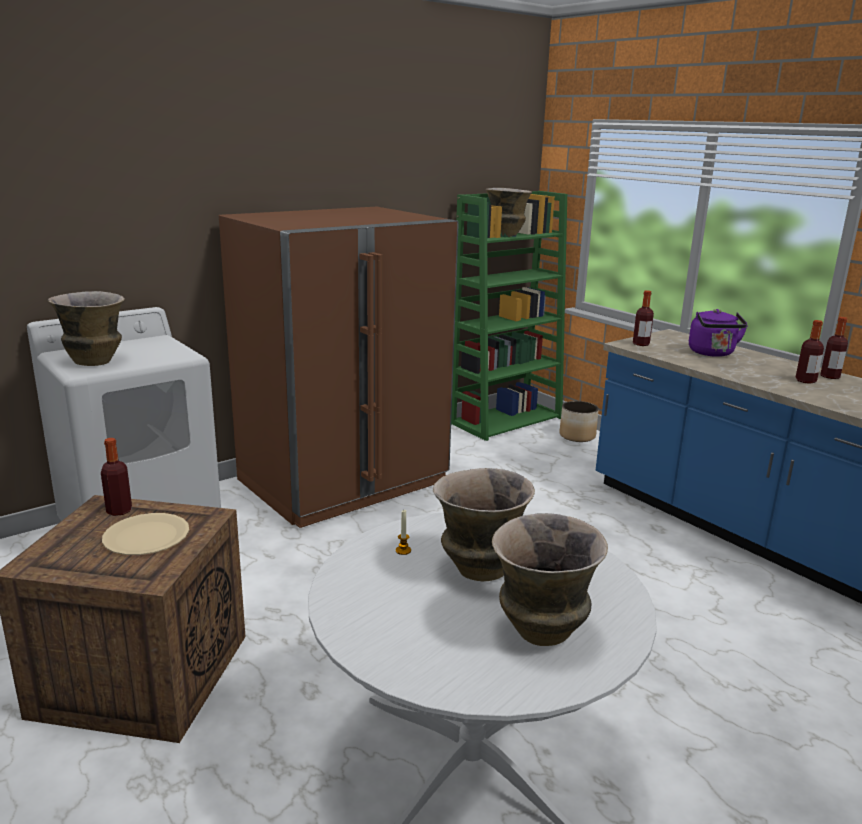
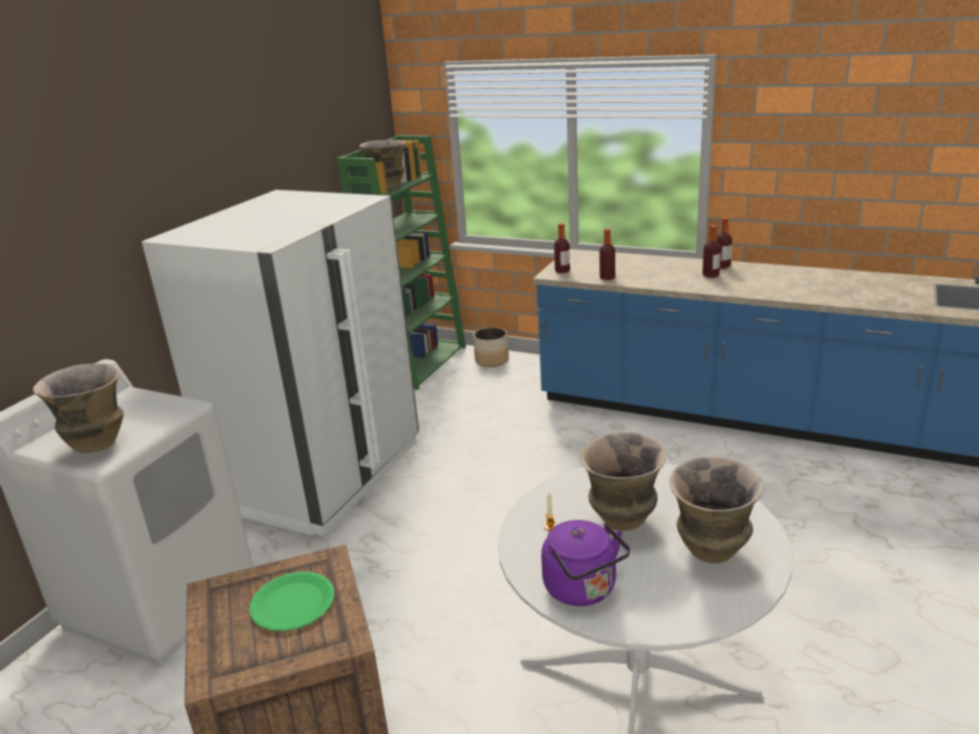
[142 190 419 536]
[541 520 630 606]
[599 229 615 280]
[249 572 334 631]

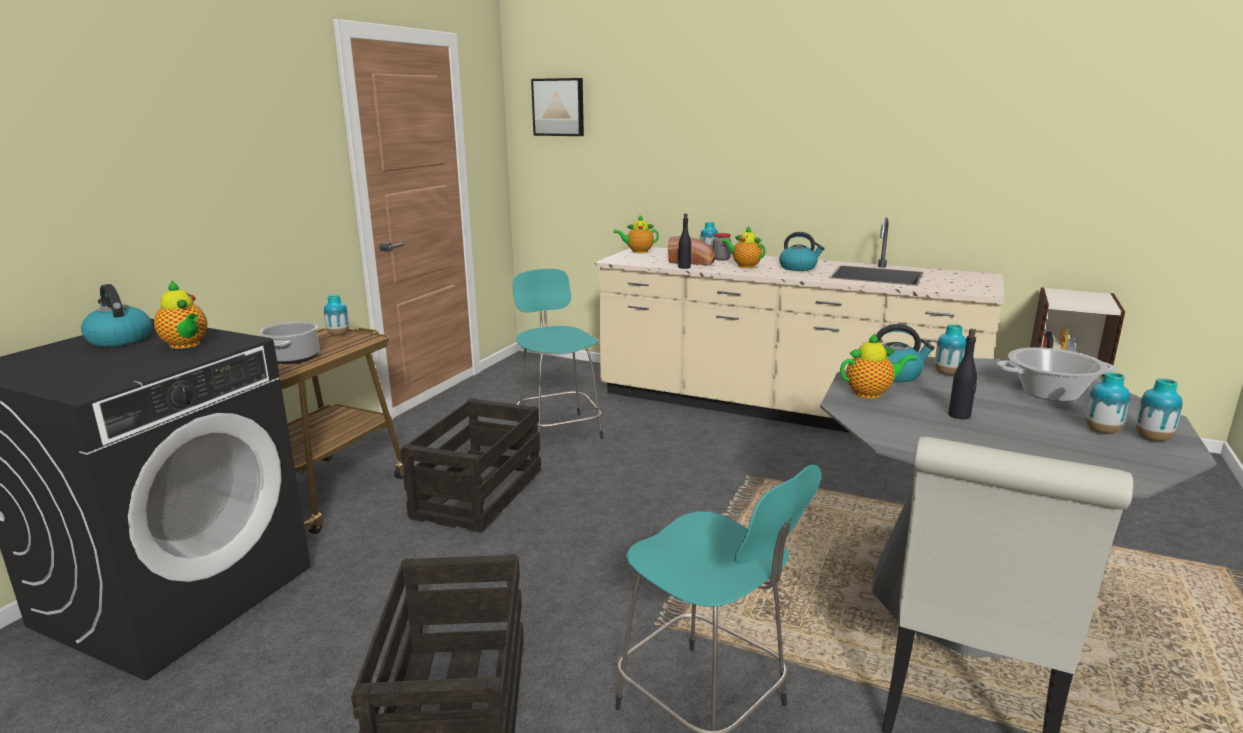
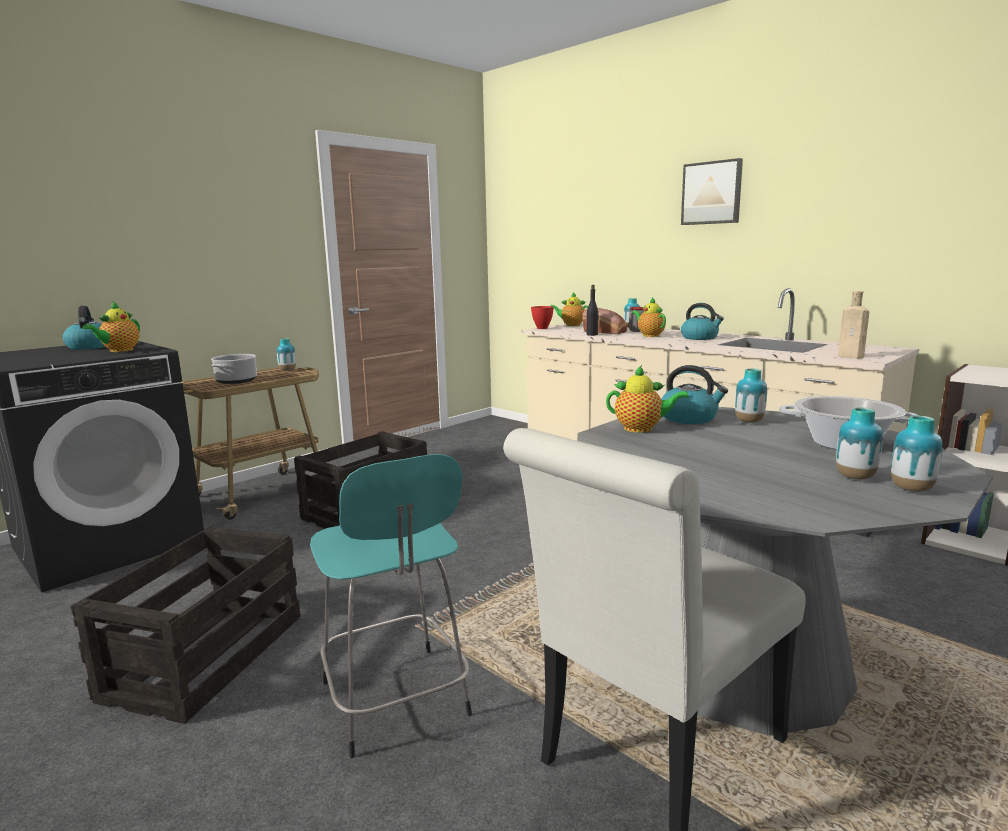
[681 158 743 225]
[512 269 603 451] (first image)
[82 301 140 352]
[948 329 977 419] (first image)
[838 291 869 358]
[531 306 554 329]

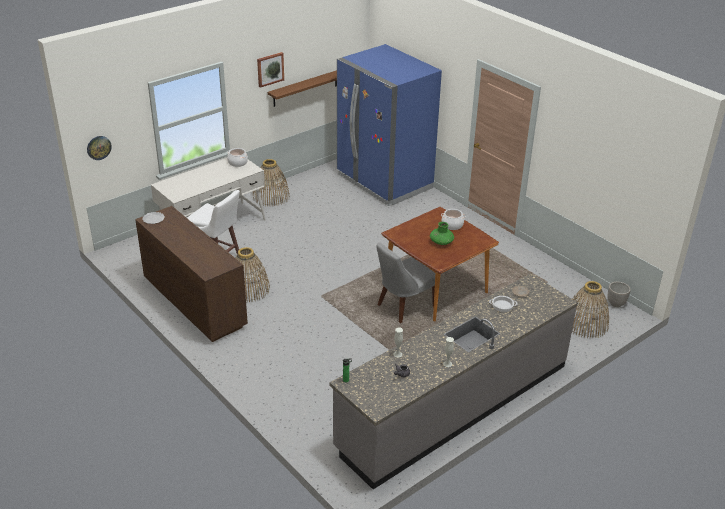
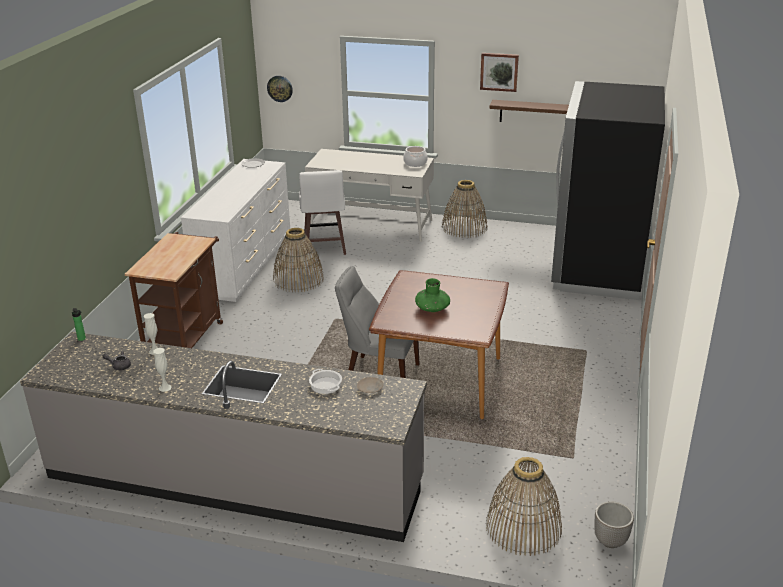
[551 81 665 300]
[181 159 290 302]
[441 209 466 230] (first image)
[125 232 223 348]

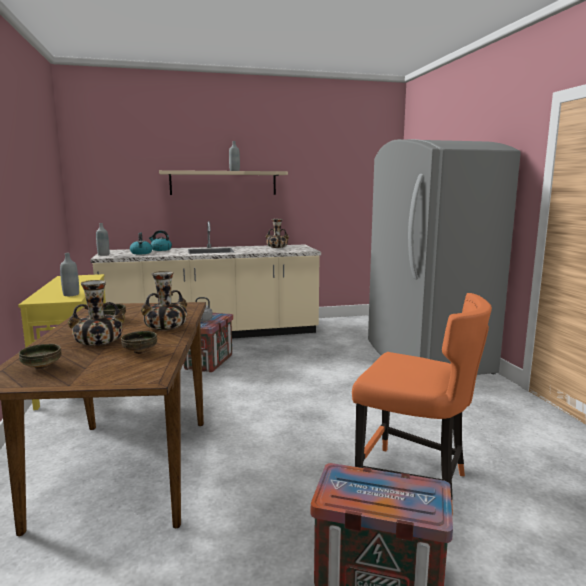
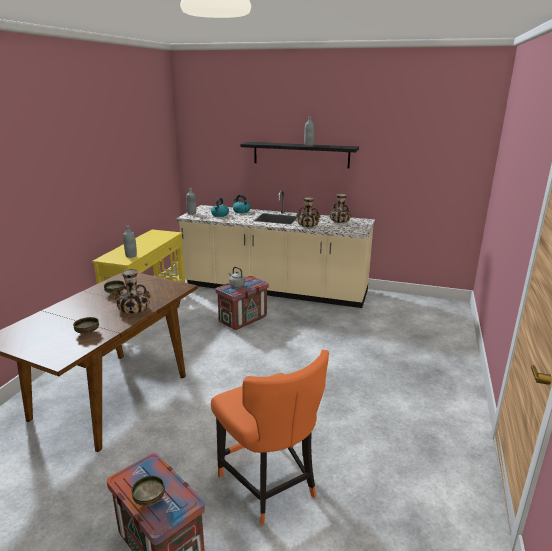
[368 139 521 375] (first image)
[241 142 359 168]
[296 197 321 227]
[132 475 165 506]

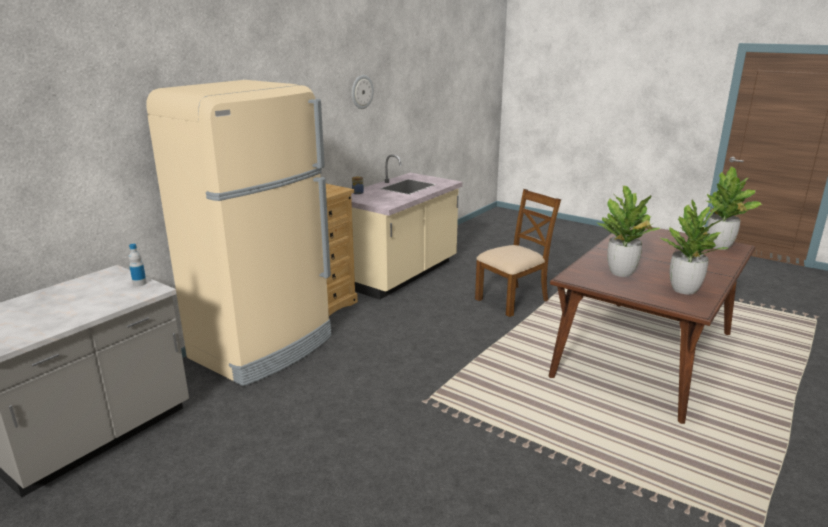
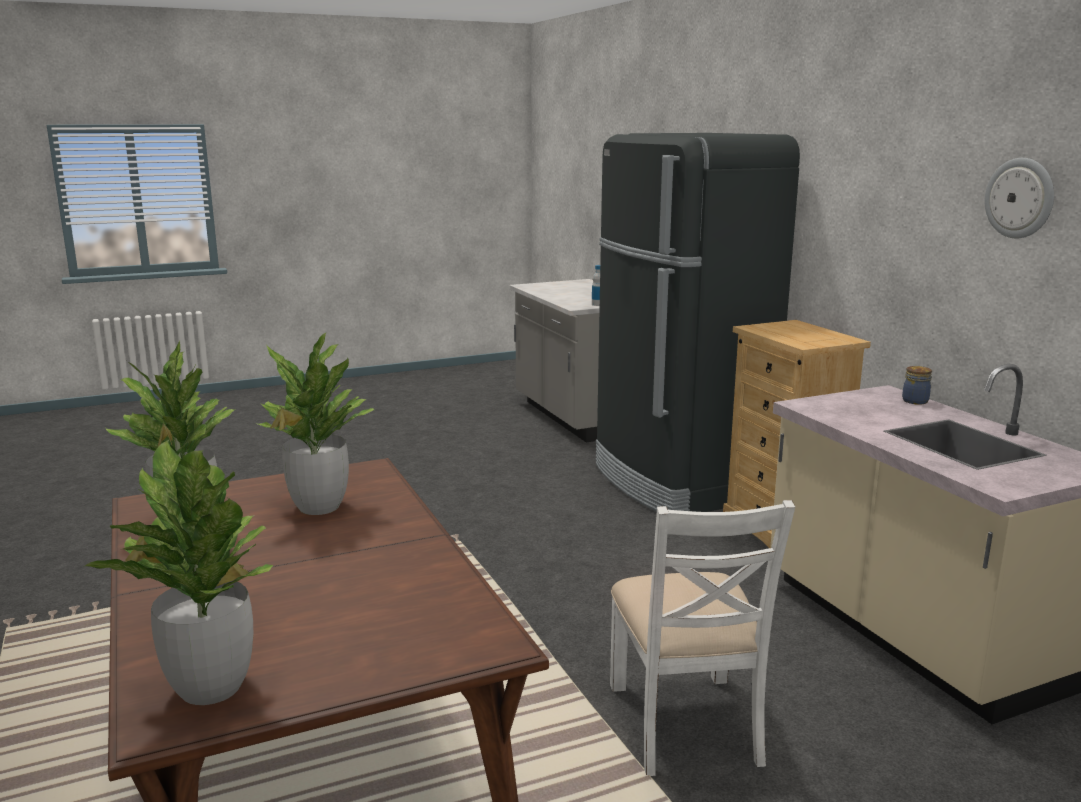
[596 133 800 512]
[610 500 795 776]

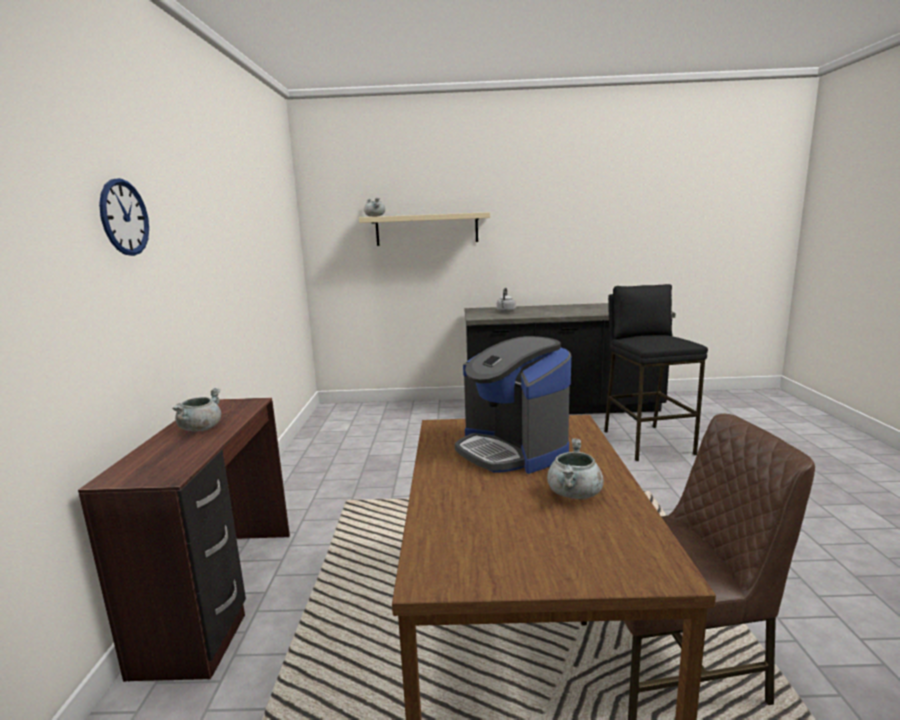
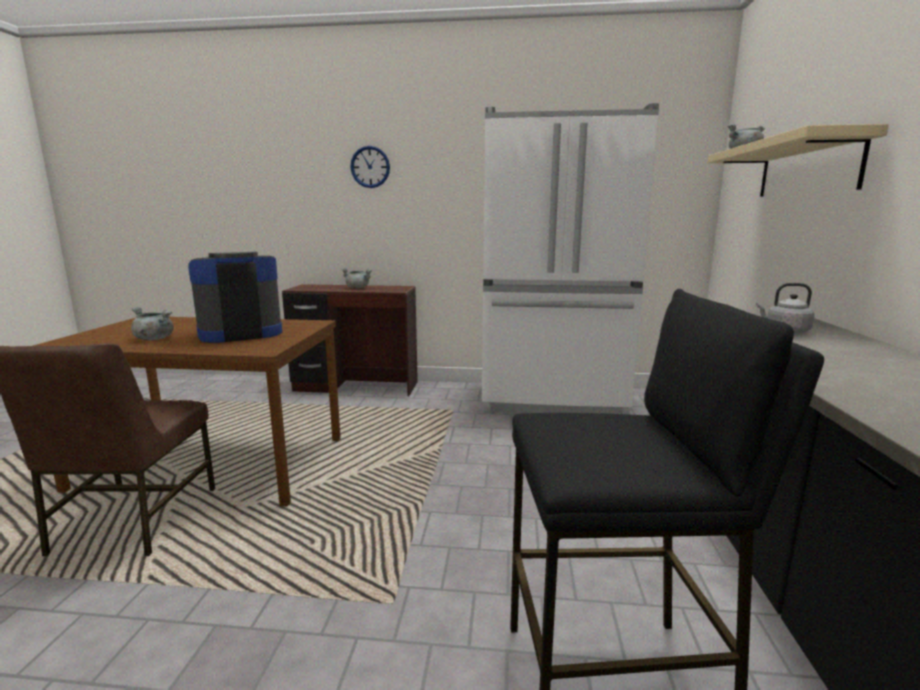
[482 103 659 415]

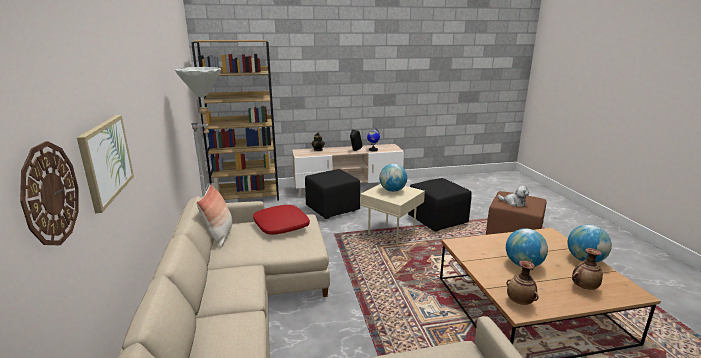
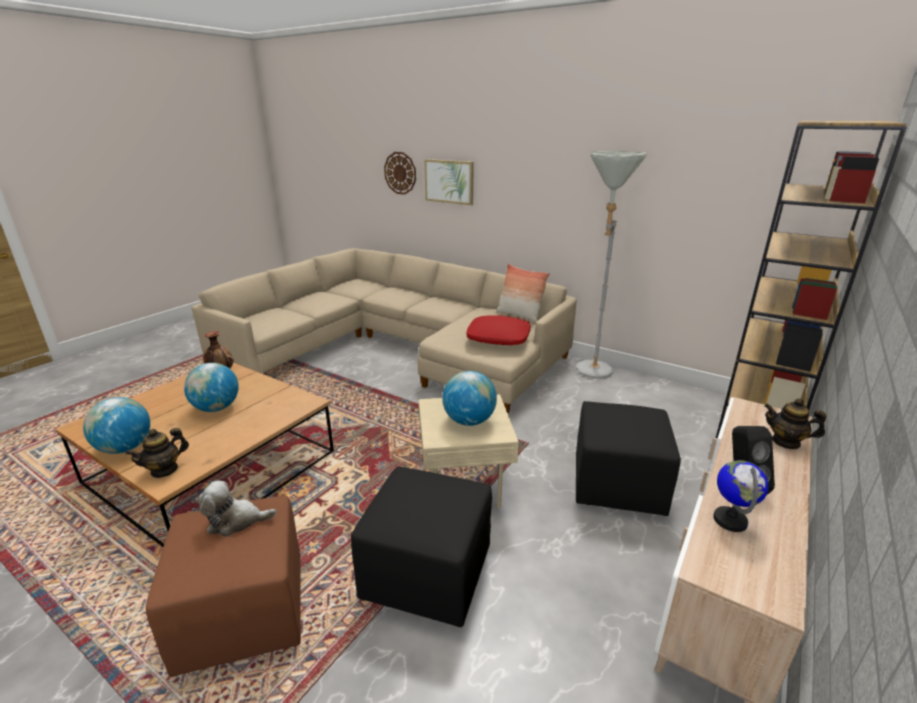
[572 248 603 290] (first image)
[126 428 189 478]

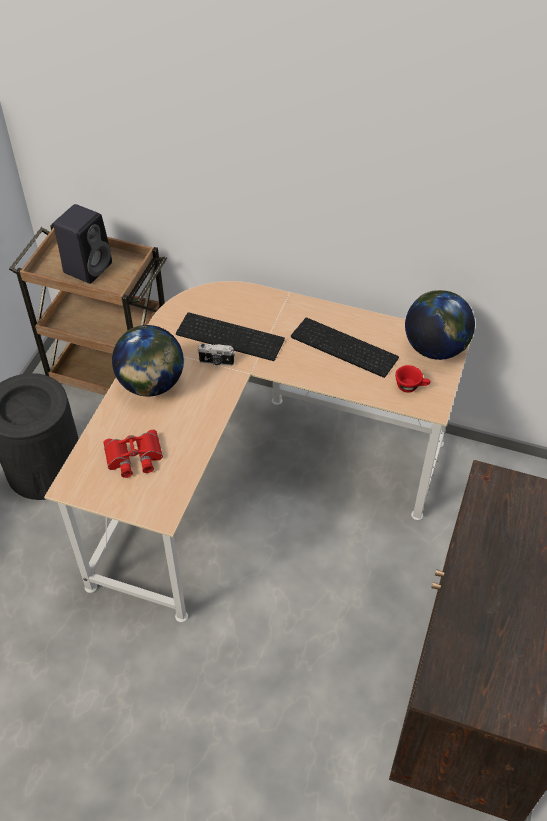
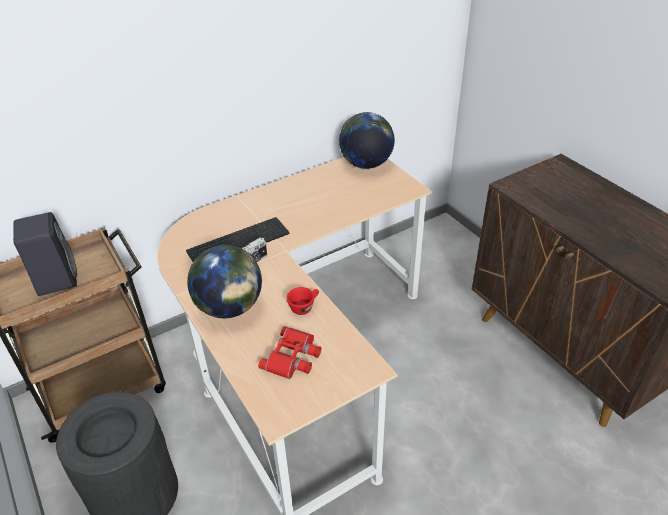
[291 318 399 378] (first image)
[286 287 319 315]

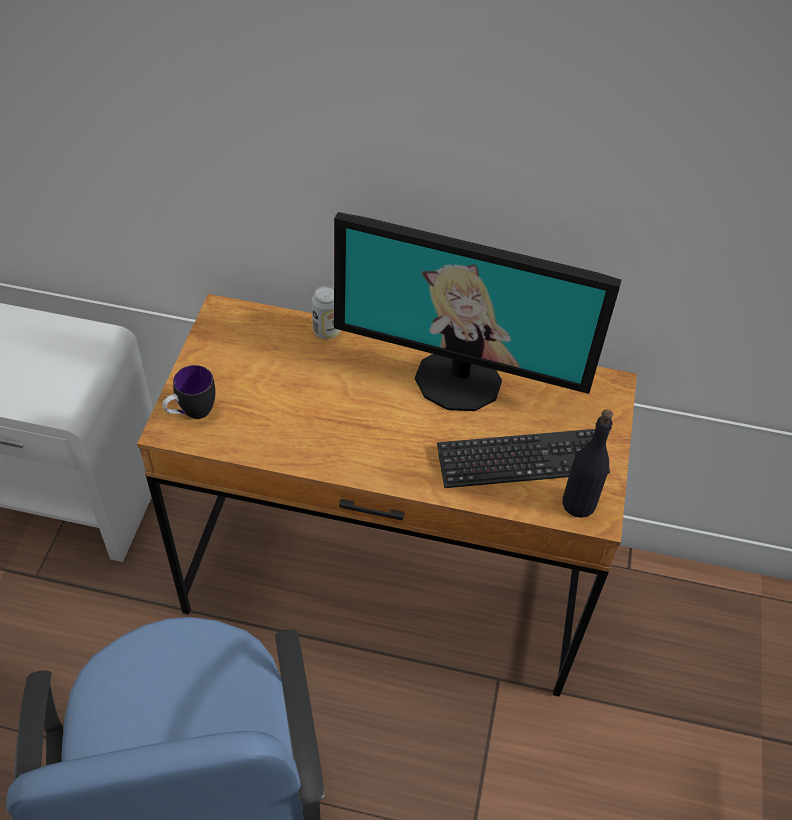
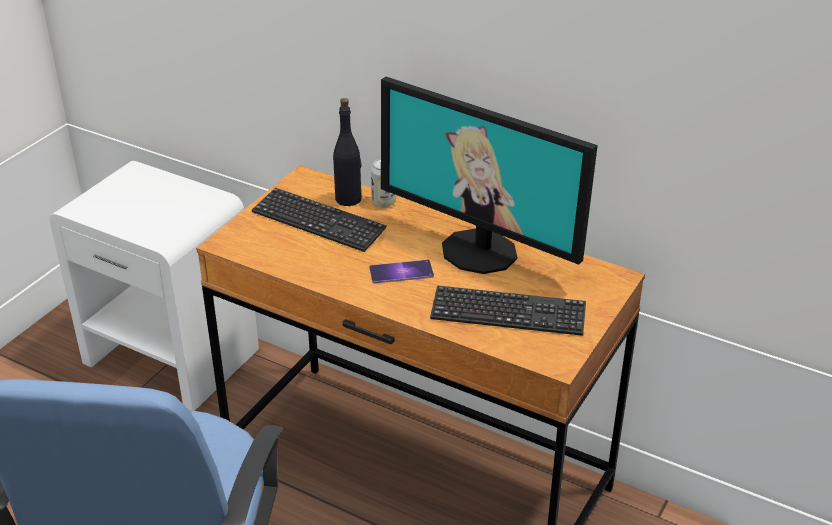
[162 365 215 419] (first image)
[333 98 361 206]
[252 188 387 252]
[369 260 434 283]

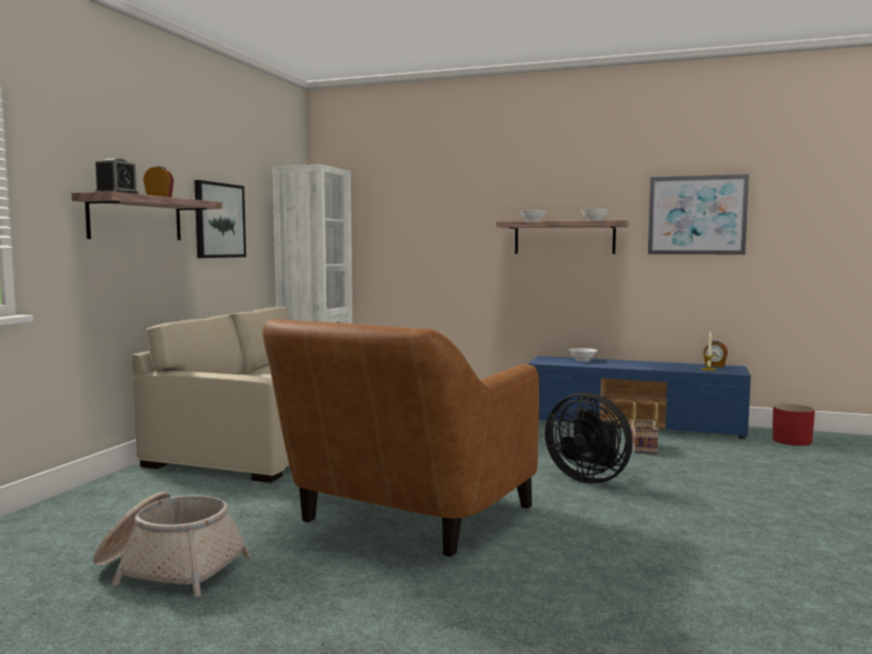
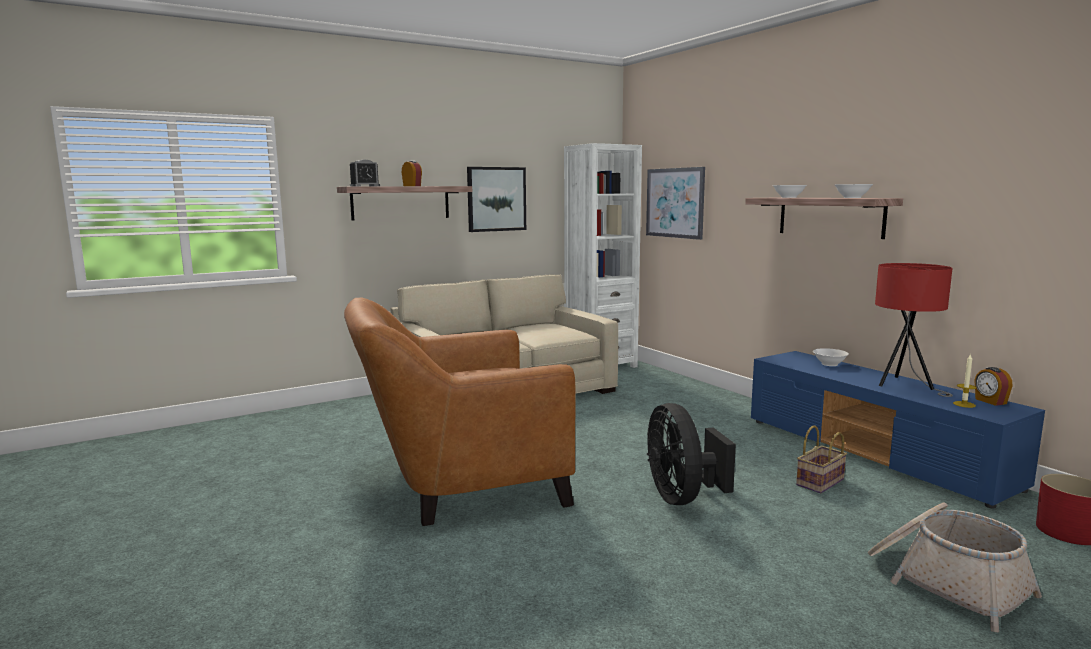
[646 167 705 240]
[868 503 1042 632]
[875 263 953 397]

